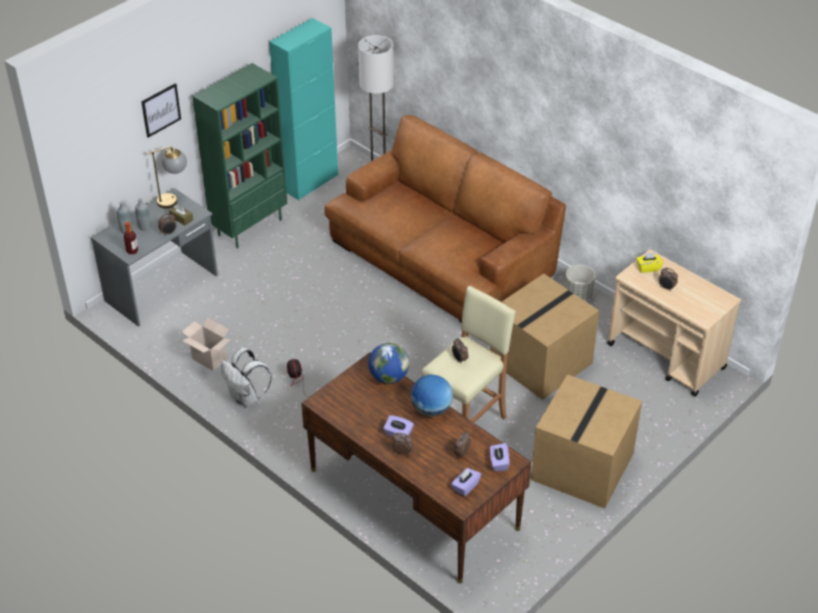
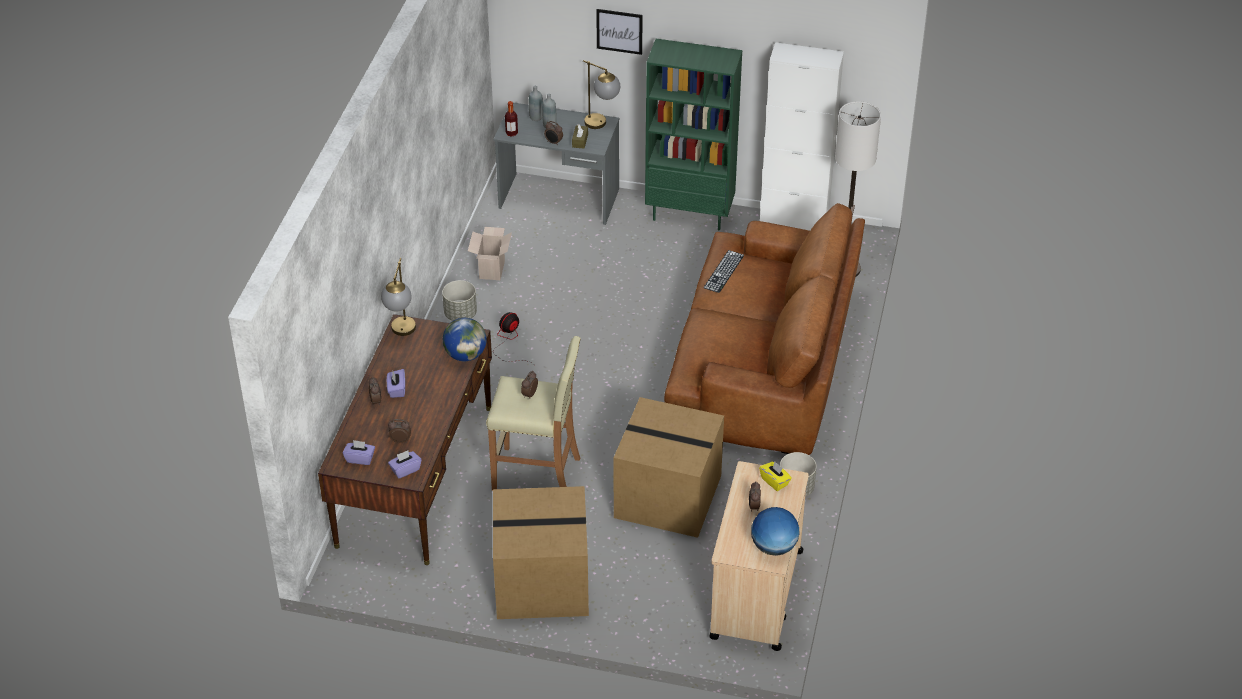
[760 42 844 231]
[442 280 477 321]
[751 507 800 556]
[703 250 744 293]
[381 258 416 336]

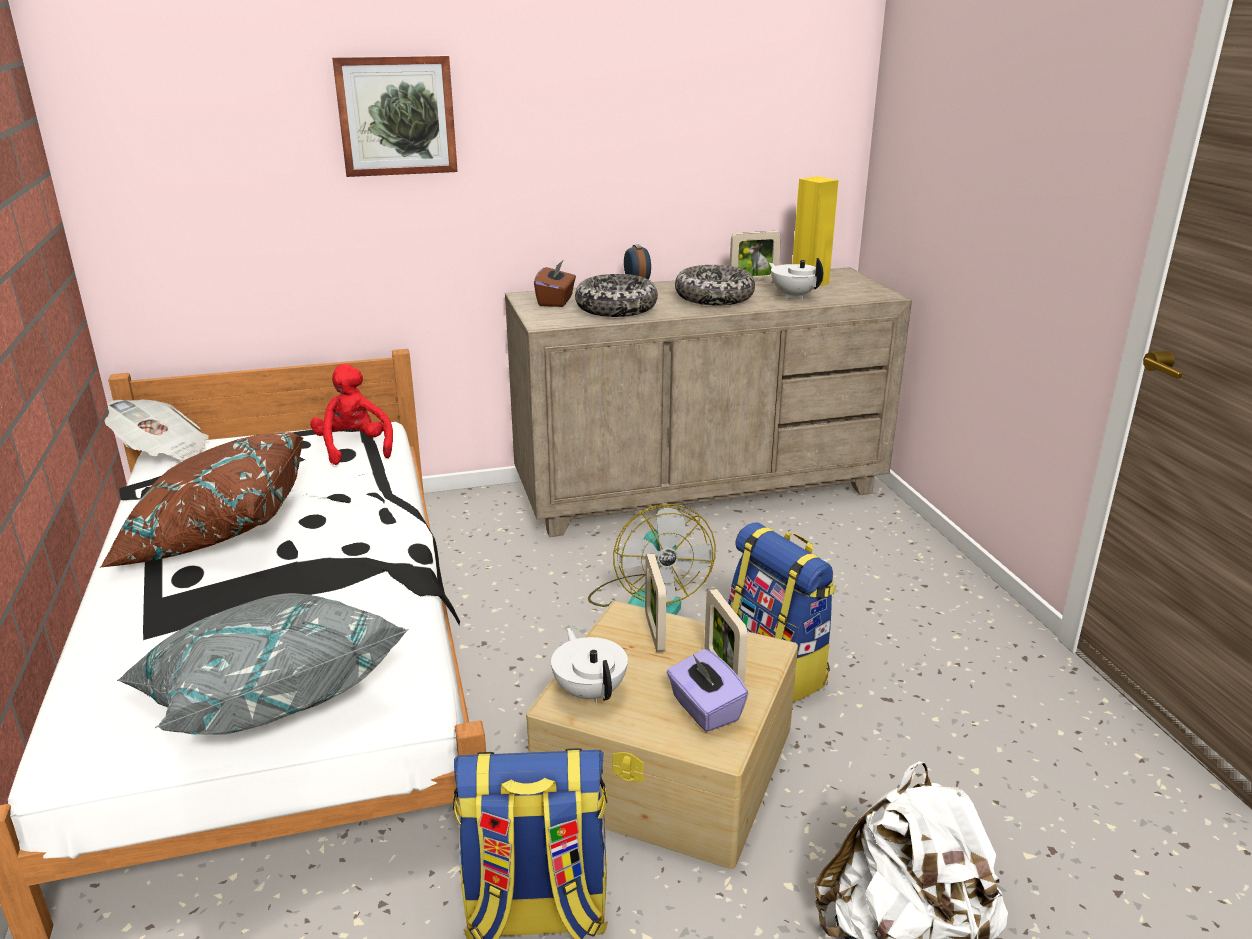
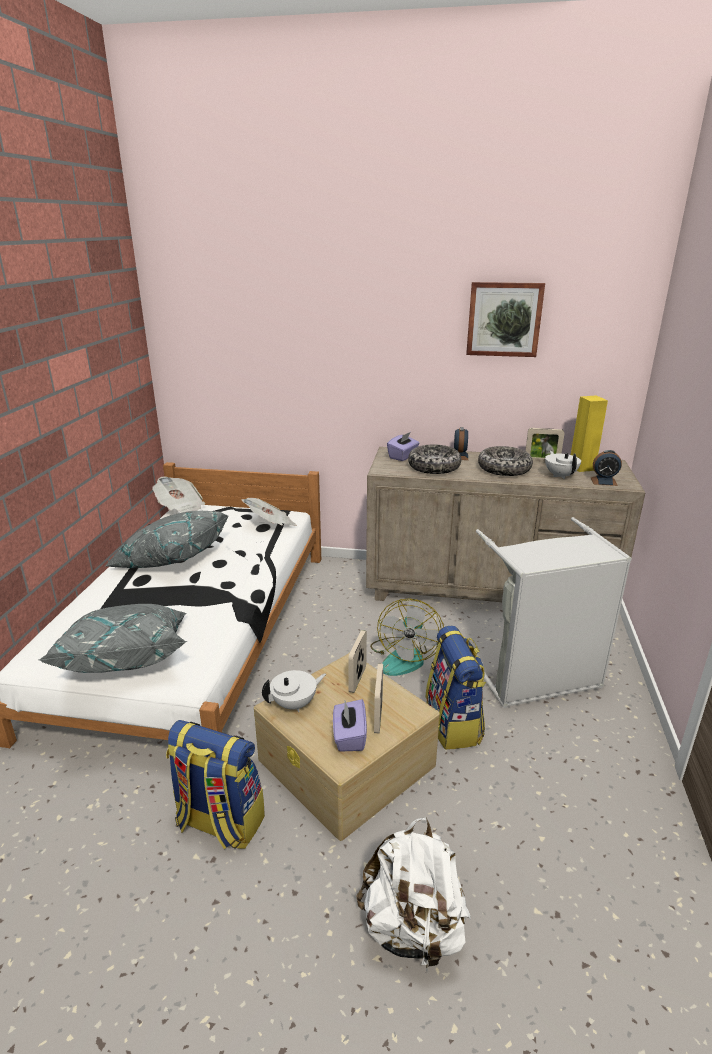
[466 282 545 357]
[387 432 420 461]
[241 498 297 526]
[106 511 229 568]
[262 670 326 712]
[591 450 622 486]
[476 517 632 708]

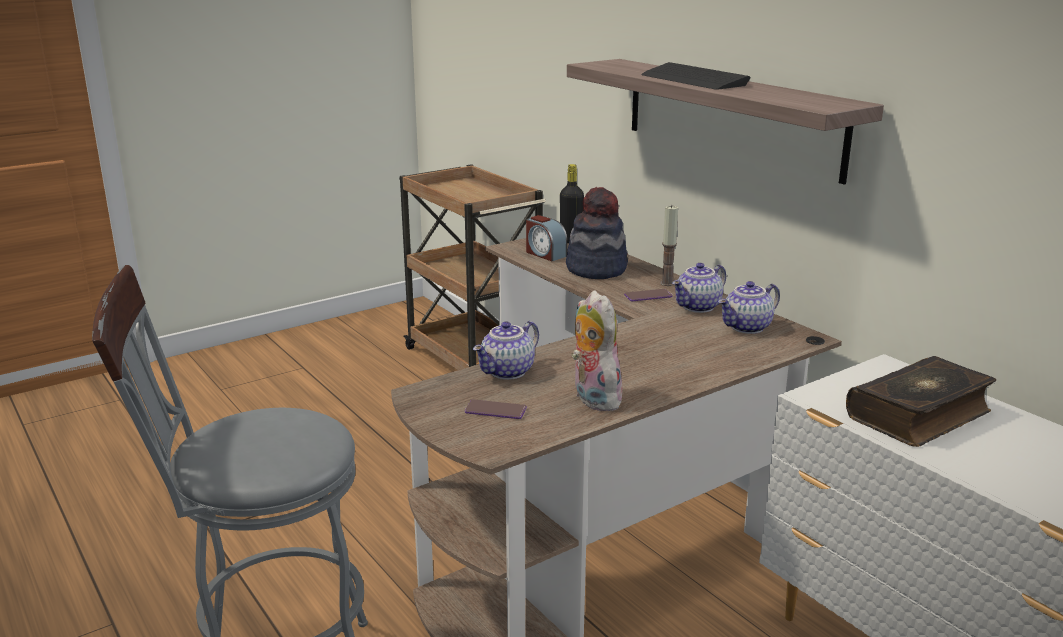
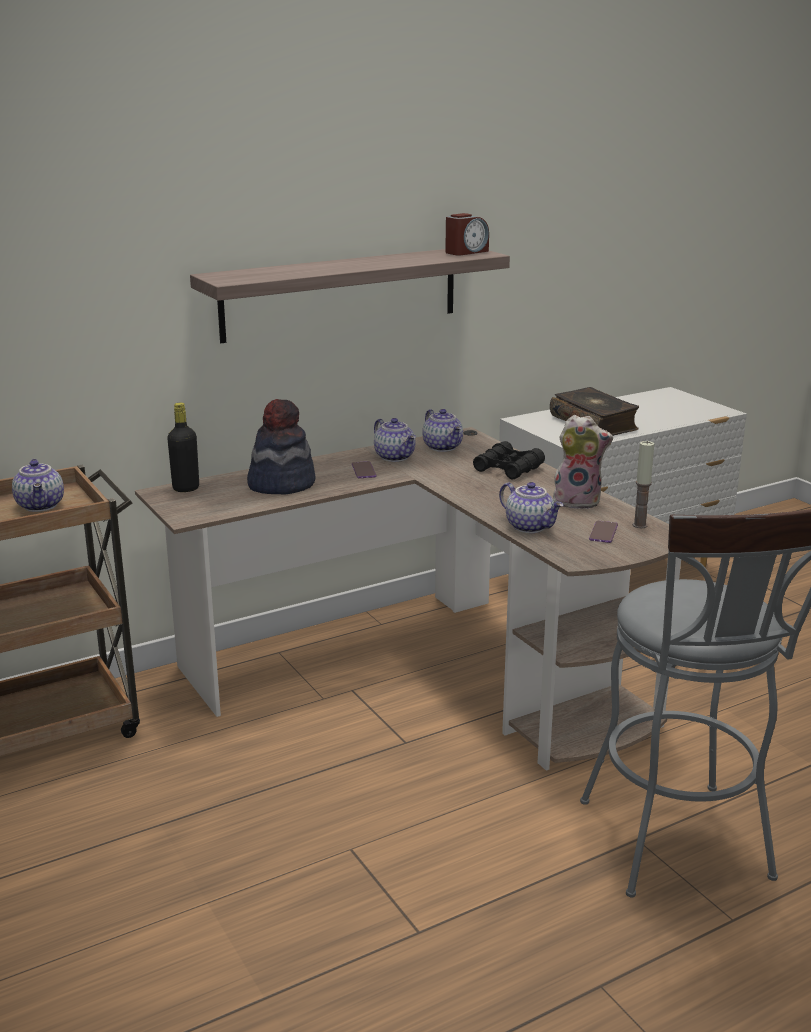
[642 62 751 90] (first image)
[632 441 654 528]
[445 213 489 256]
[553 415 613 509]
[473 441 545 479]
[12 459 64 512]

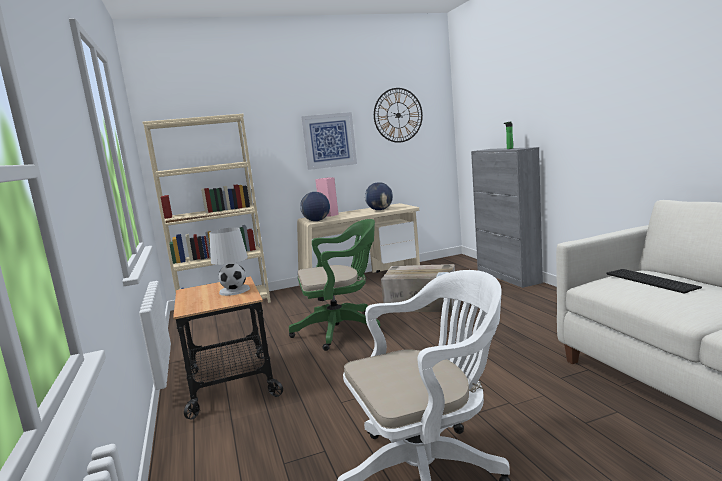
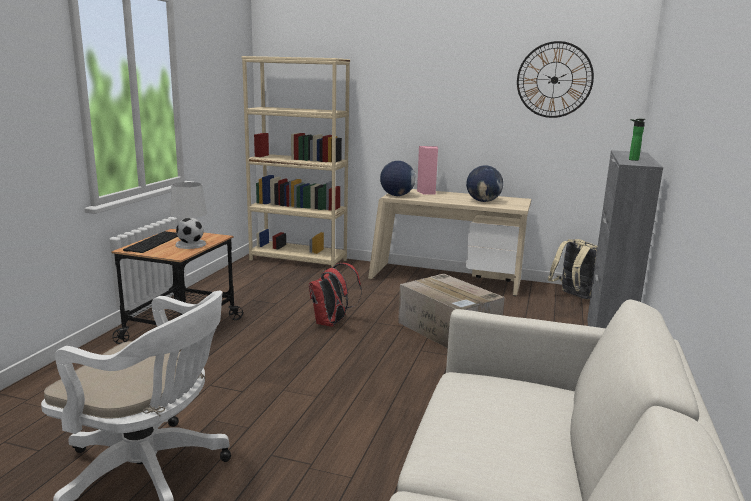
[301 112 357 170] (first image)
[309 263 362 327]
[123 231 178 253]
[548 239 598 299]

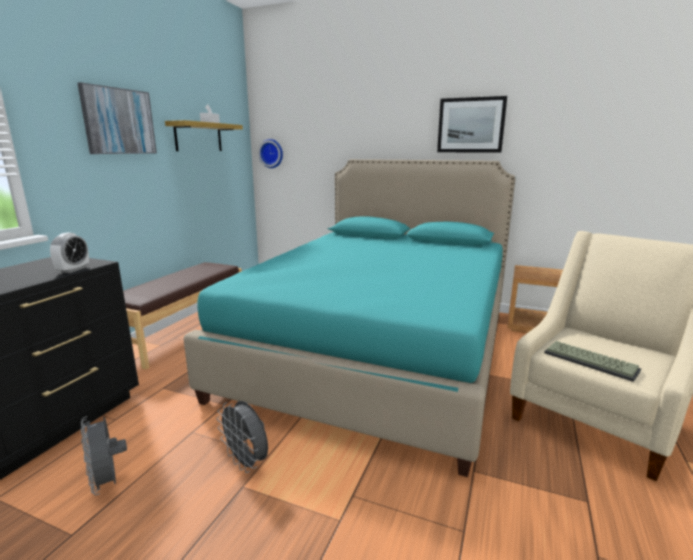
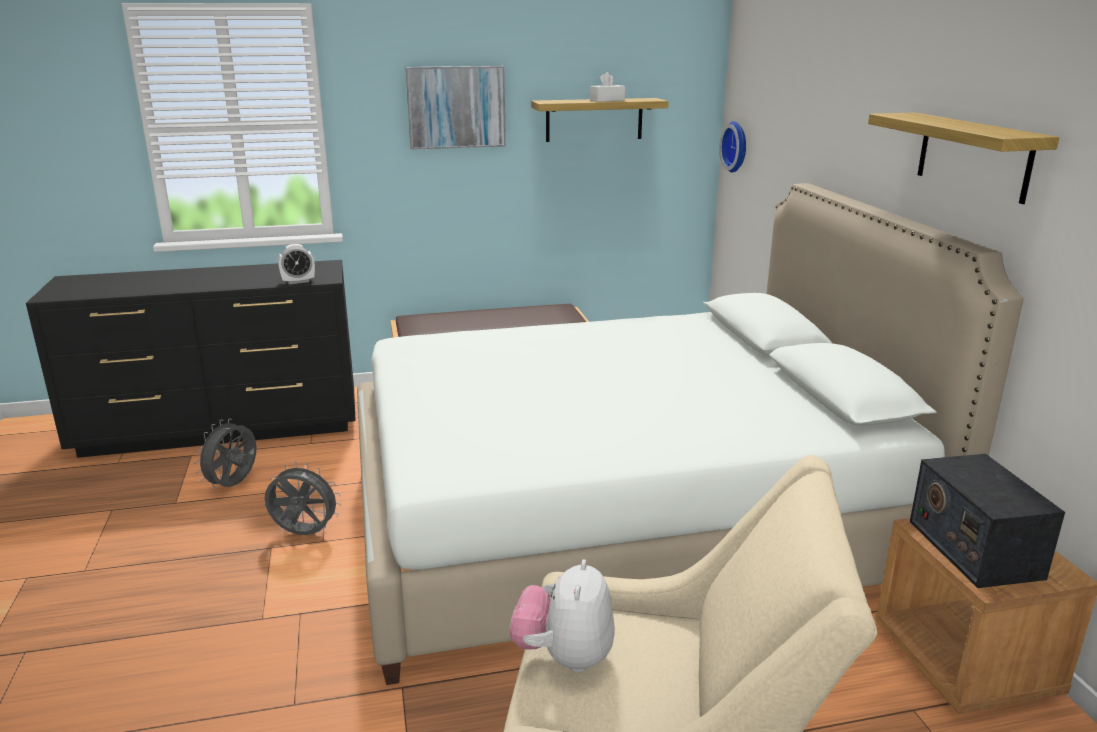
[868 113 1059 204]
[357 183 1023 685]
[510 559 615 672]
[265 462 342 535]
[910 454 1065 588]

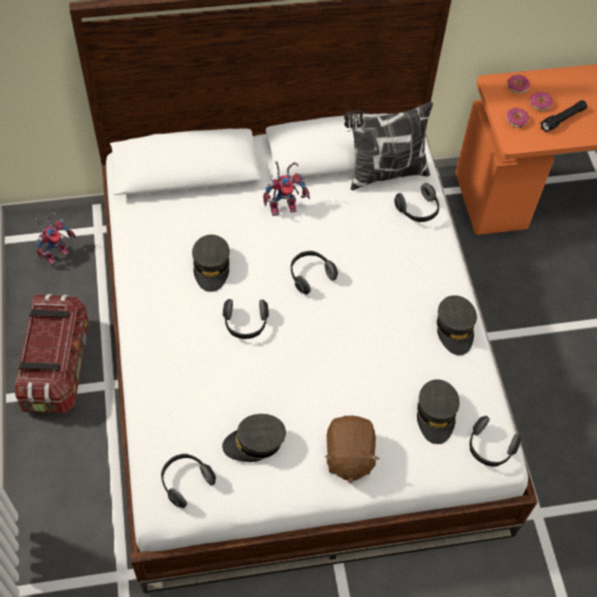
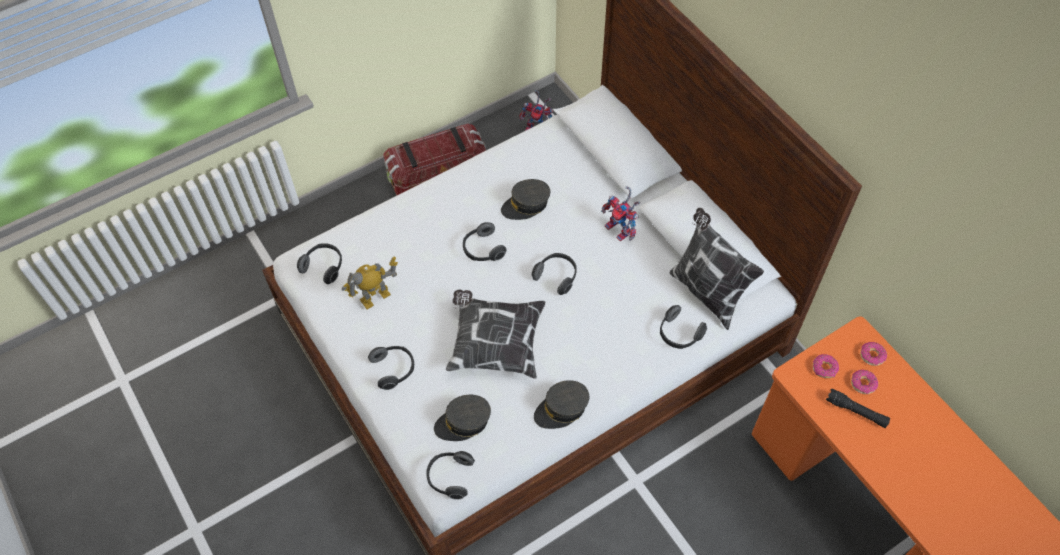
[342 256 398 309]
[368 346 414 390]
[446 290 545 379]

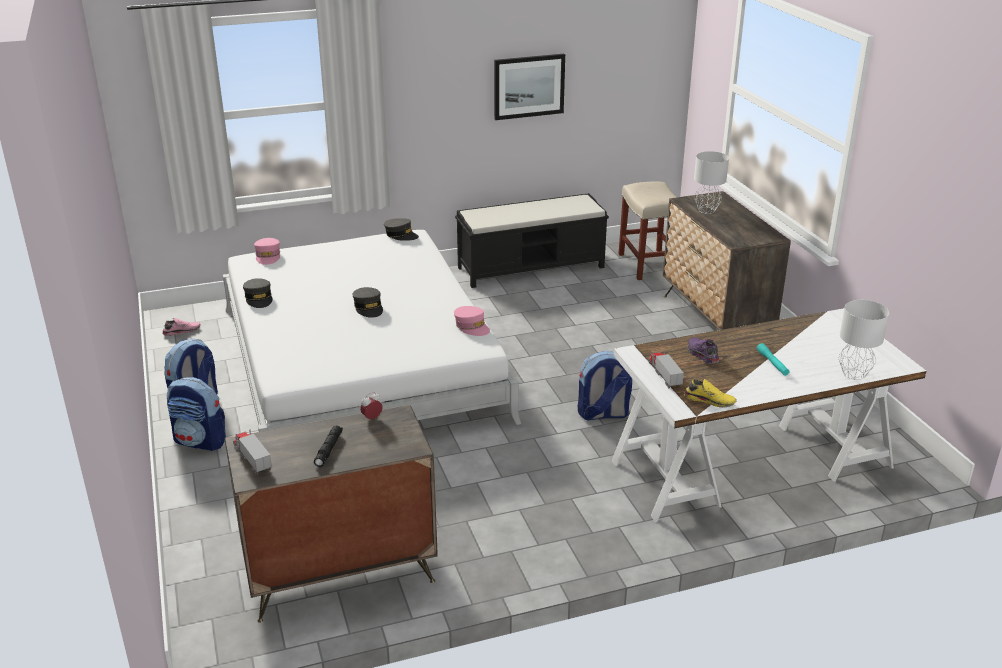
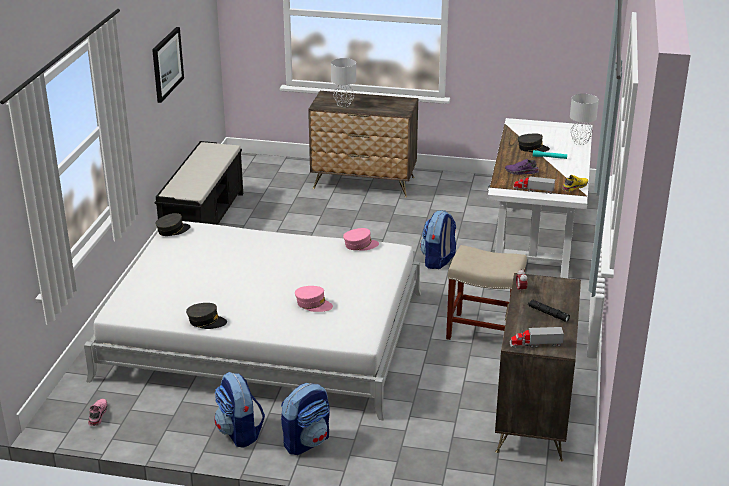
[446 245 527 340]
[295 286 333 312]
[518 133 550 152]

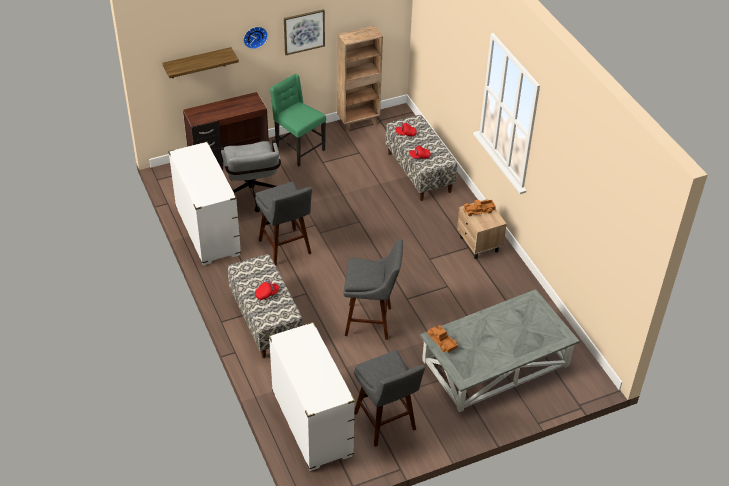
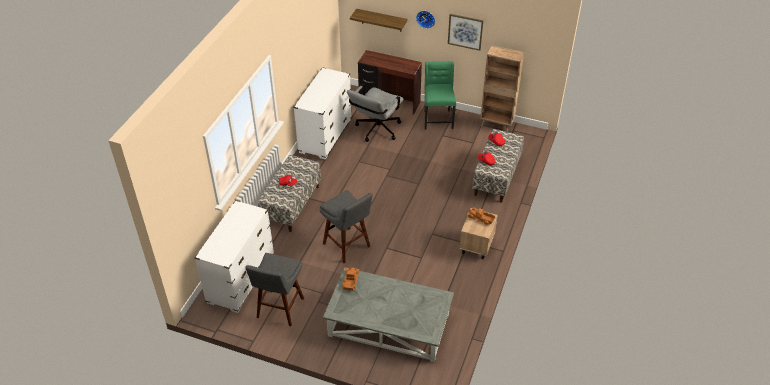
[255 182 312 266] (first image)

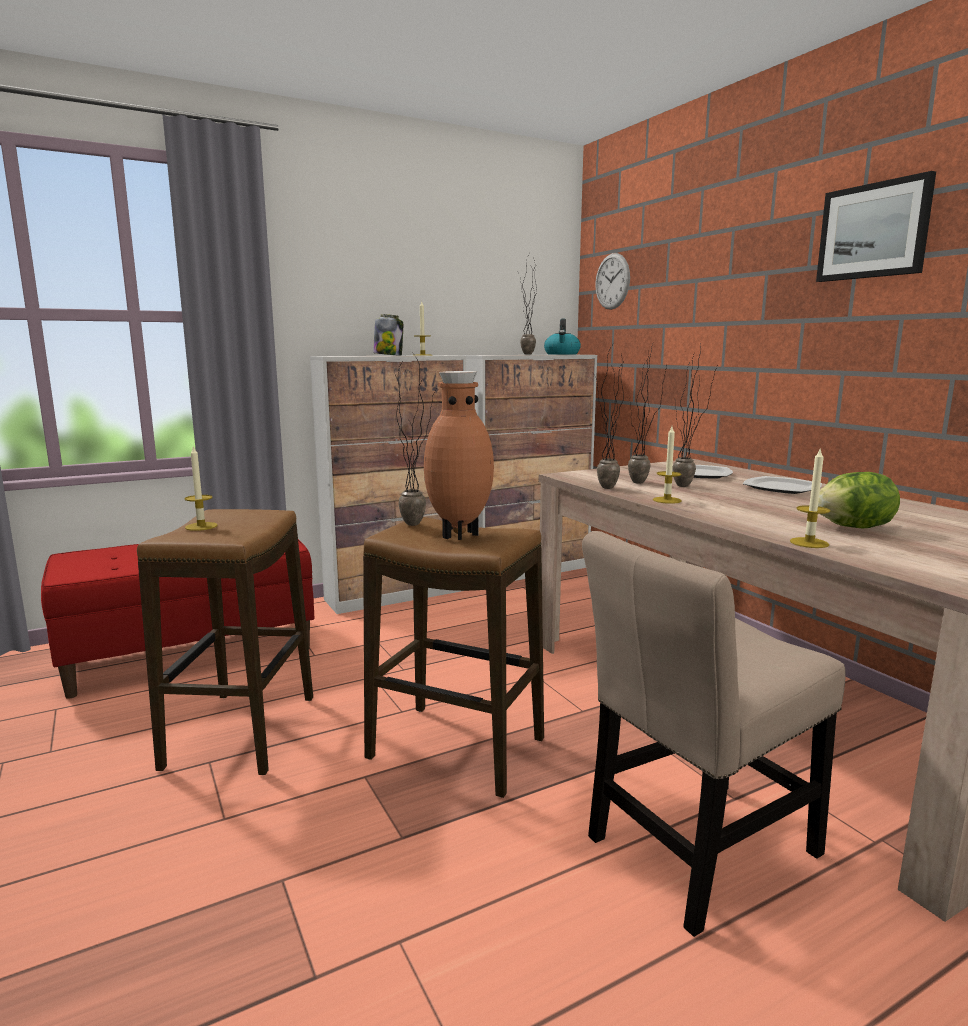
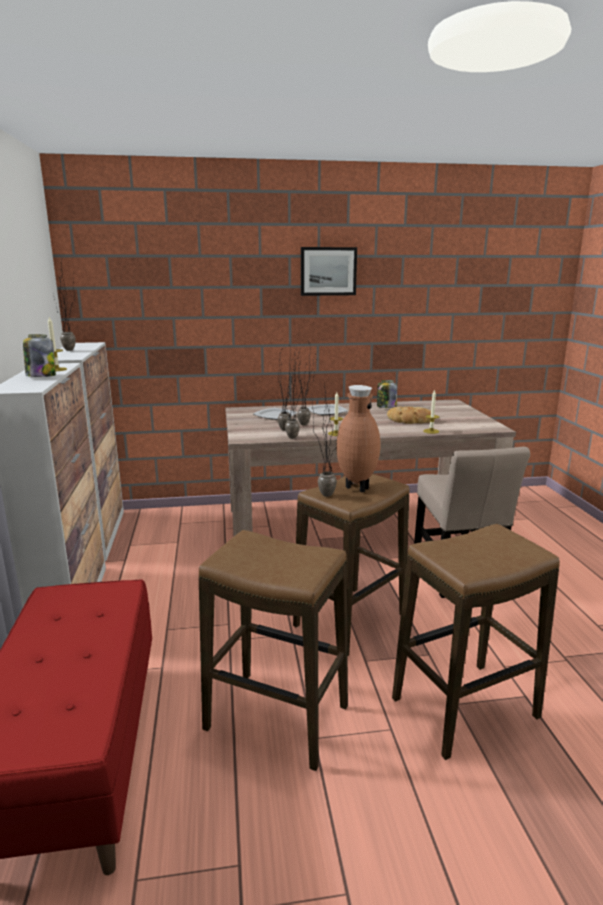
[595 253 630 310] (first image)
[544 319 581 355] (first image)
[185 445 218 531] (first image)
[387 407 435 424]
[377 380 397 408]
[392 524 560 760]

